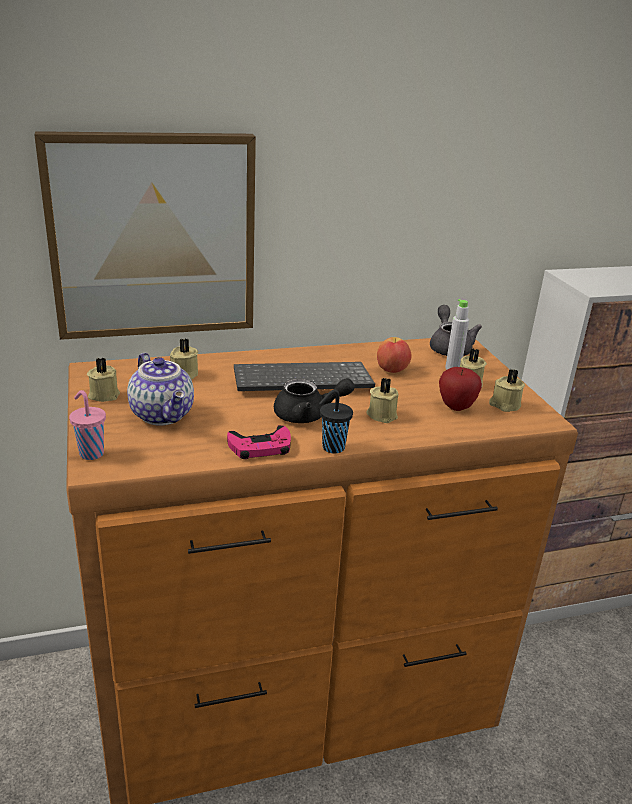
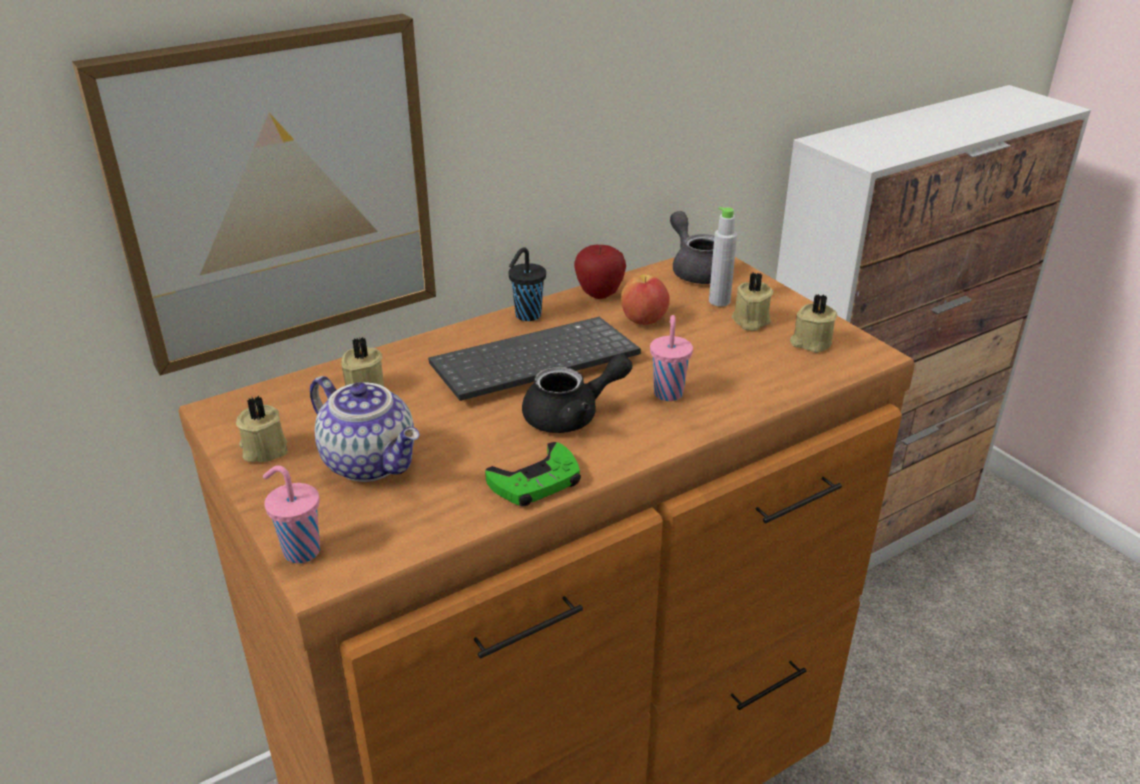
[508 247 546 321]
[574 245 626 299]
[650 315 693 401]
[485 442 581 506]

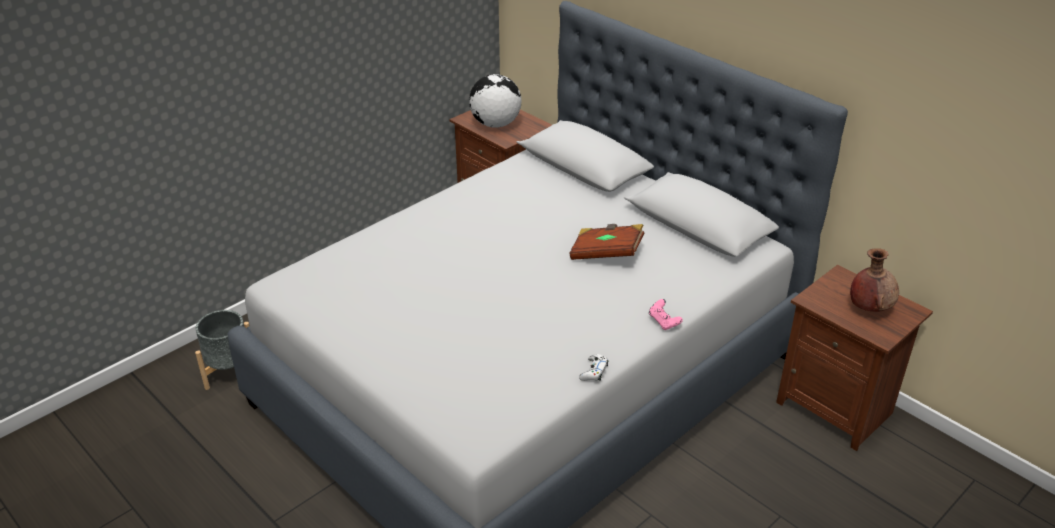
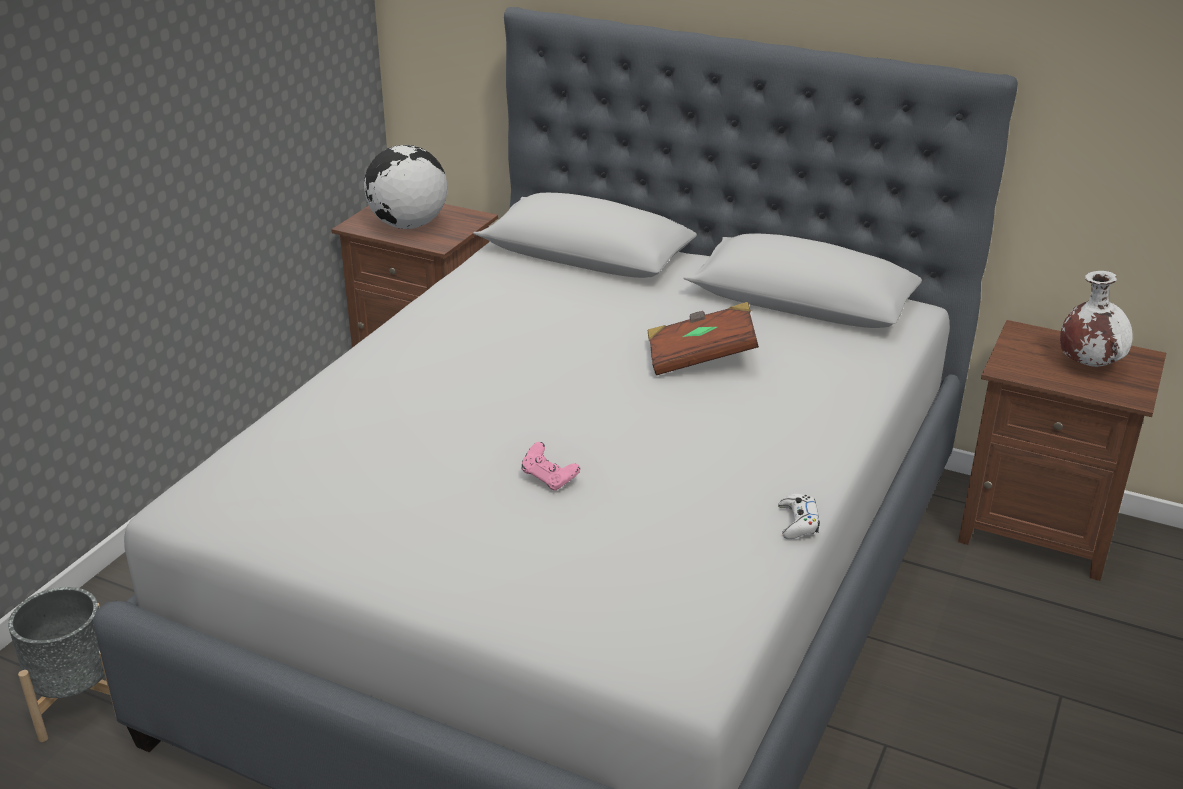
[521 442 580 491]
[1060 271 1133 367]

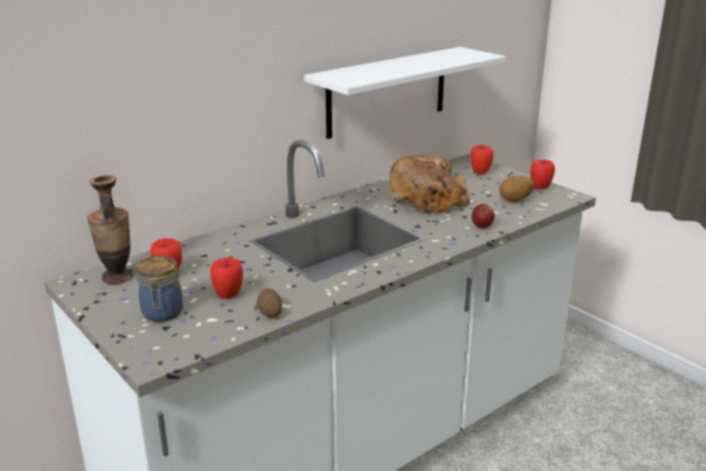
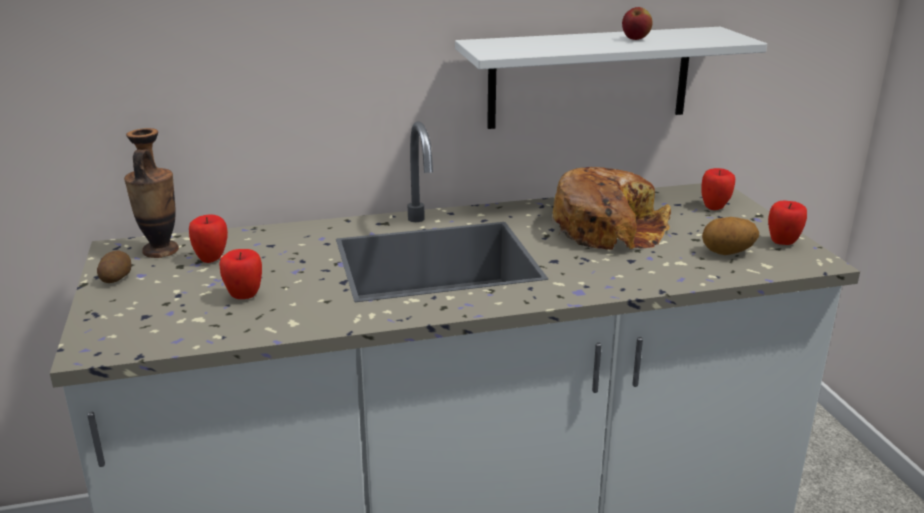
[137 256 183 322] (first image)
[97 251 131 283]
[622 7 653 40]

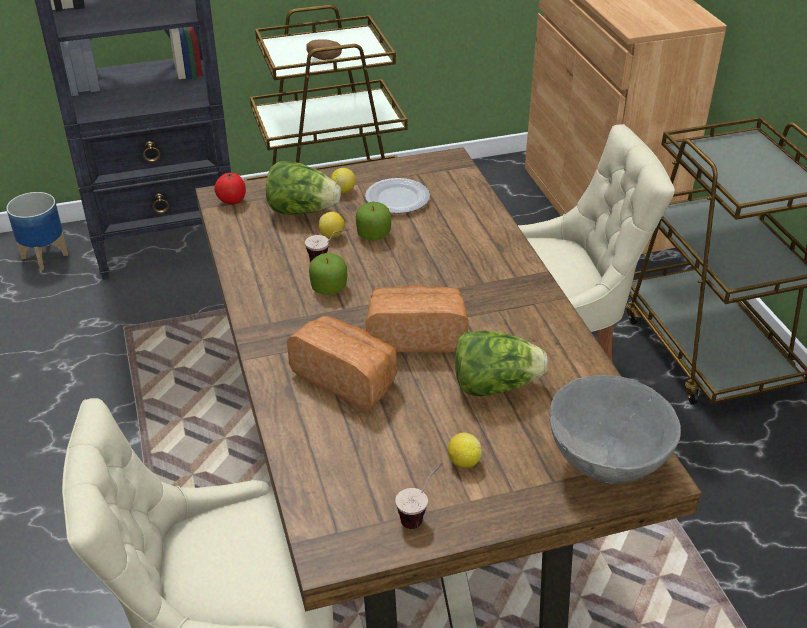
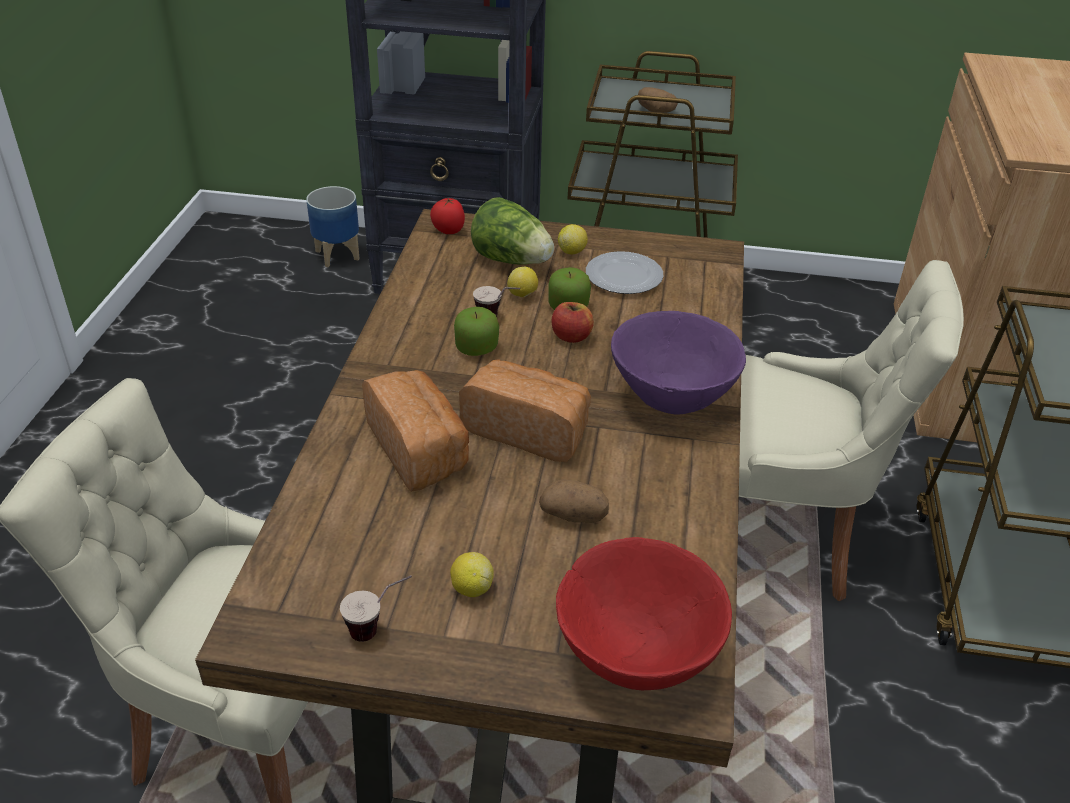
[552 302 594 343]
[611 311 746 414]
[539 479 609 523]
[556 537 732 690]

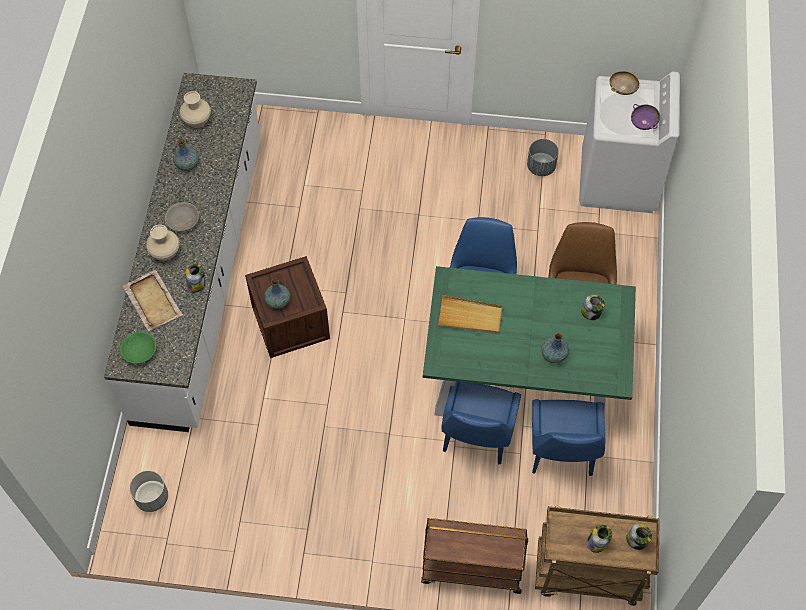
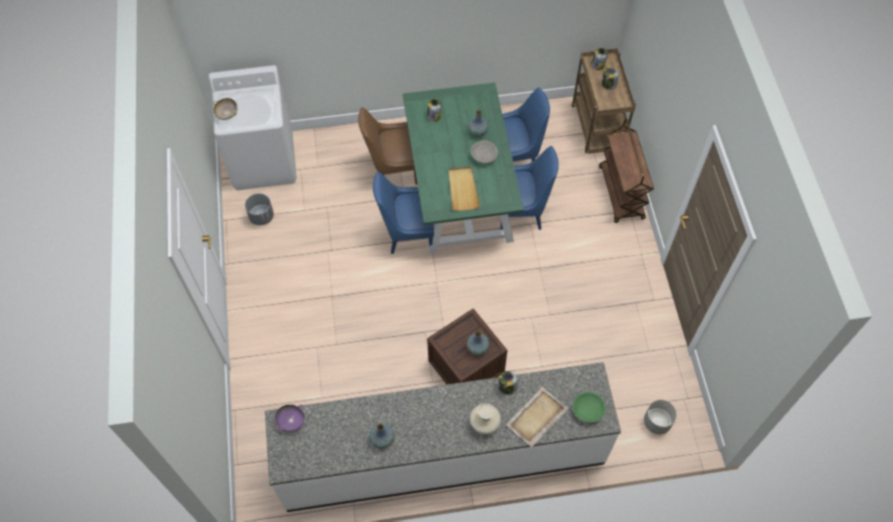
[179 91 211 128] (first image)
[471 140 498 164]
[275 404 305 432]

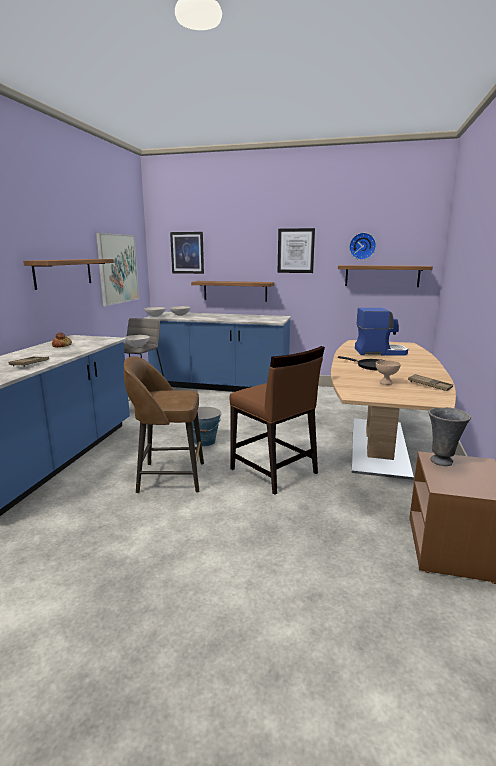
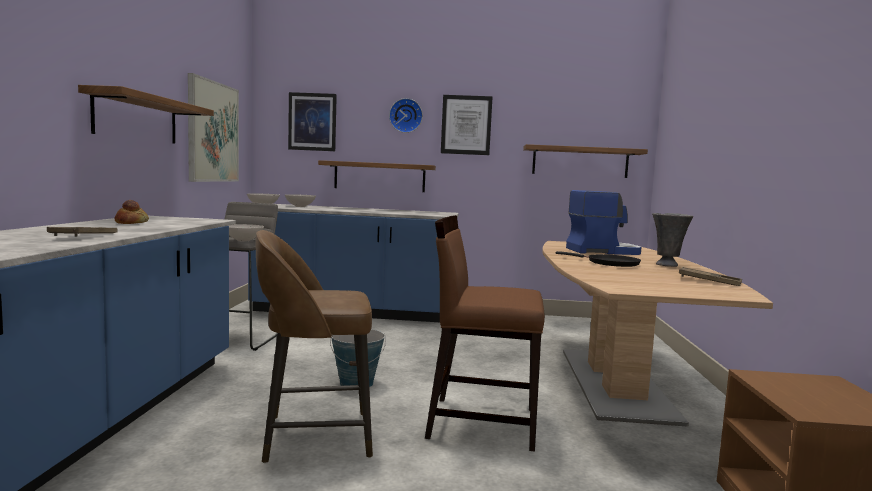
[376 360 401 385] (first image)
[389 98 423 133]
[652 213 693 267]
[425 215 545 452]

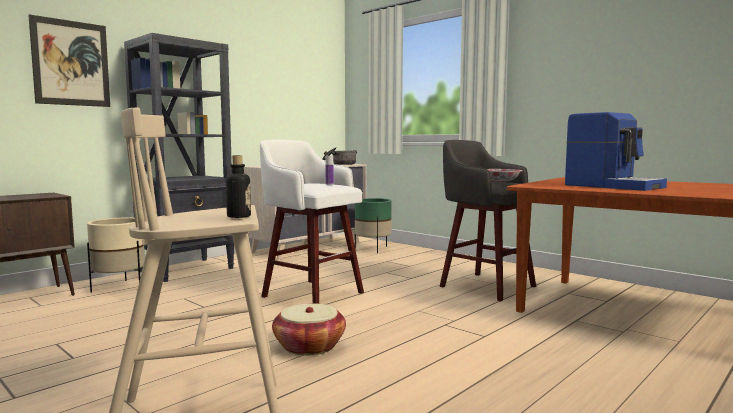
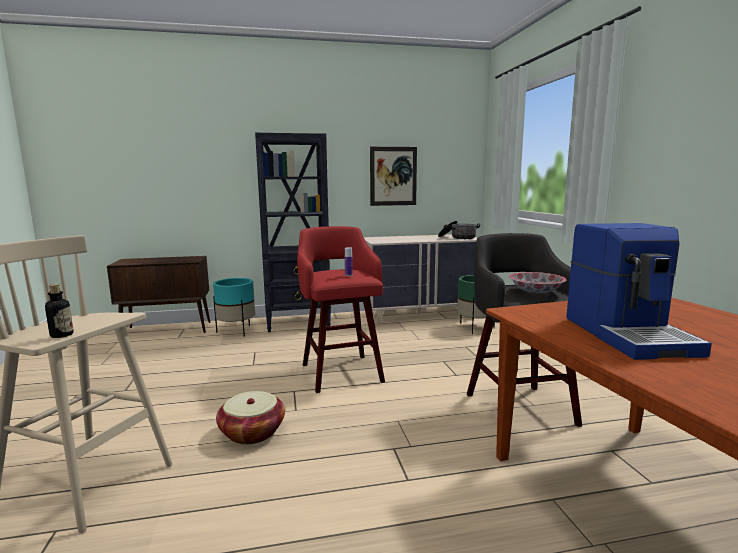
[370 147 417 206]
[213 278 255 337]
[297 226 385 393]

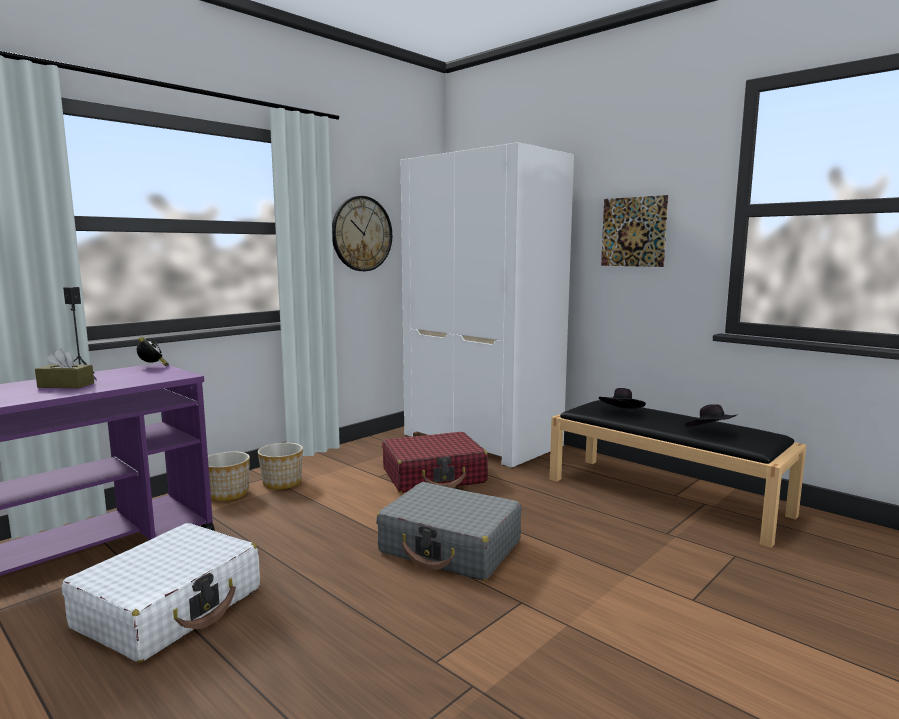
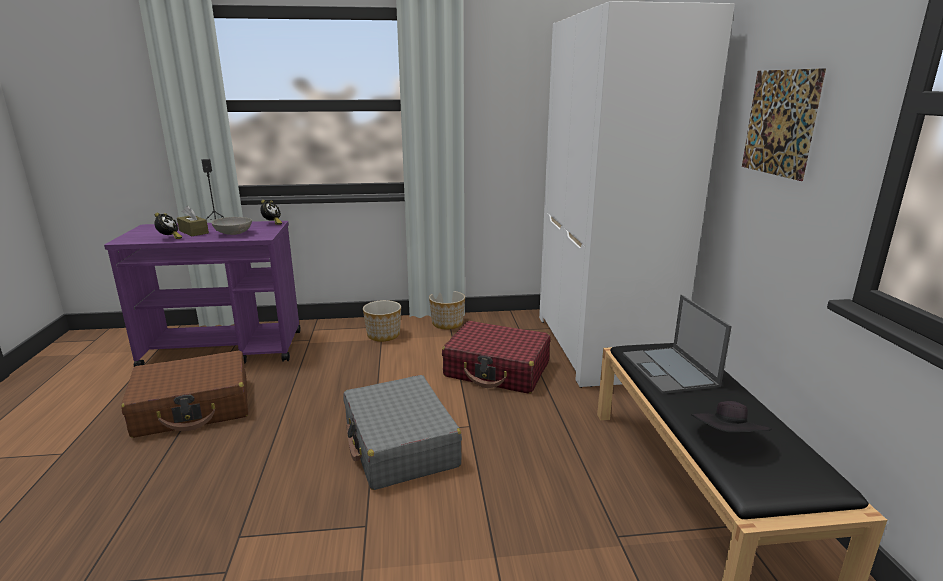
[332 196 392 271] (first image)
[154 213 182 239]
[211 217 252 235]
[429 291 465 330]
[623 295 732 394]
[121 351 248 438]

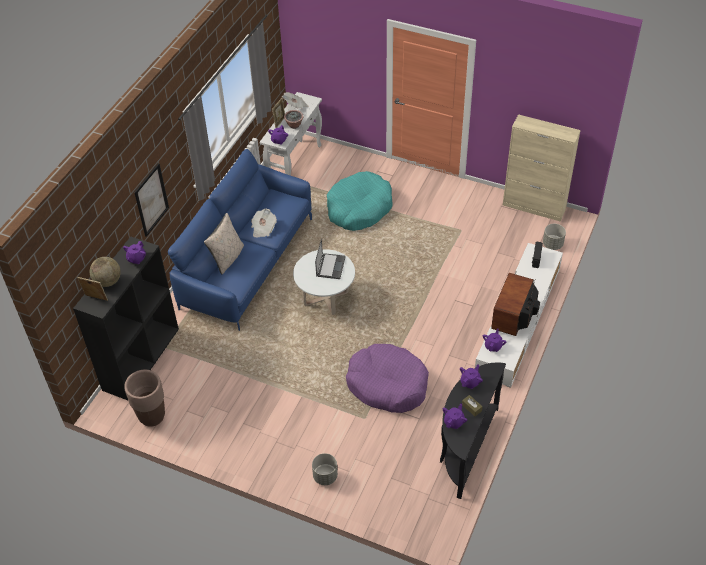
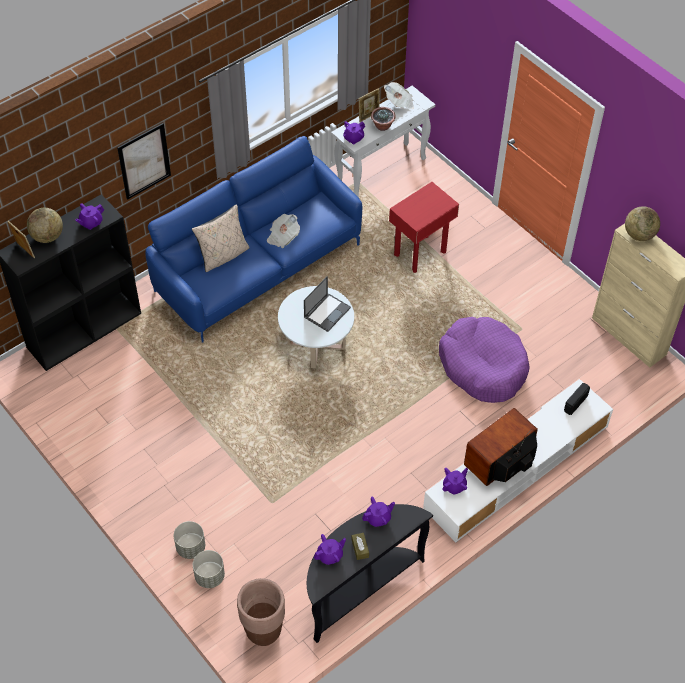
[625 206 660 241]
[237 578 285 646]
[439 317 530 403]
[193 550 225 588]
[389 182 459 273]

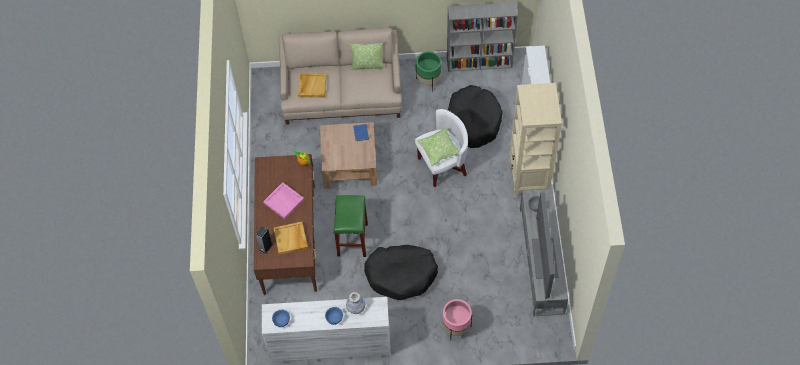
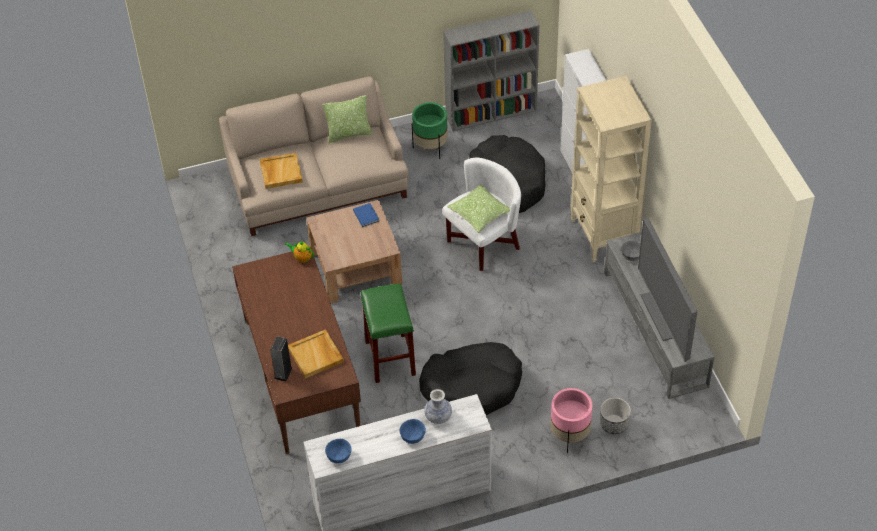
[263 182 304 219] (first image)
[600 397 631 434]

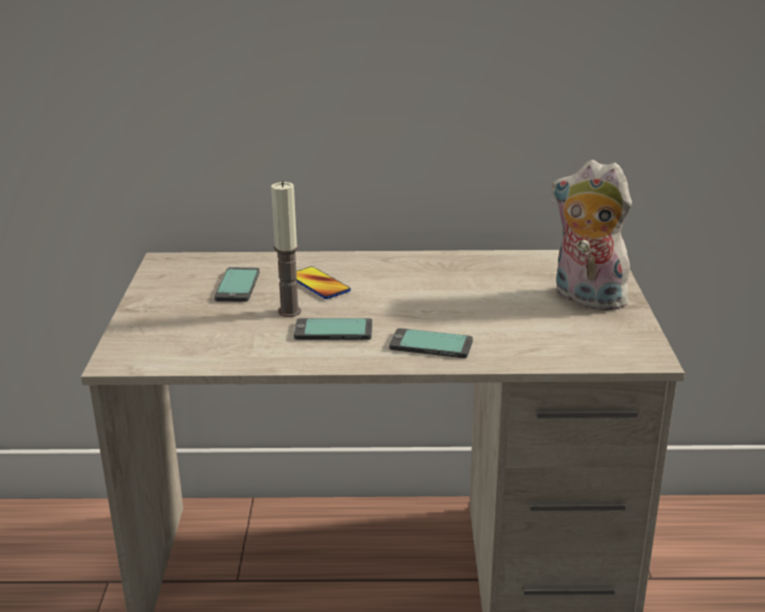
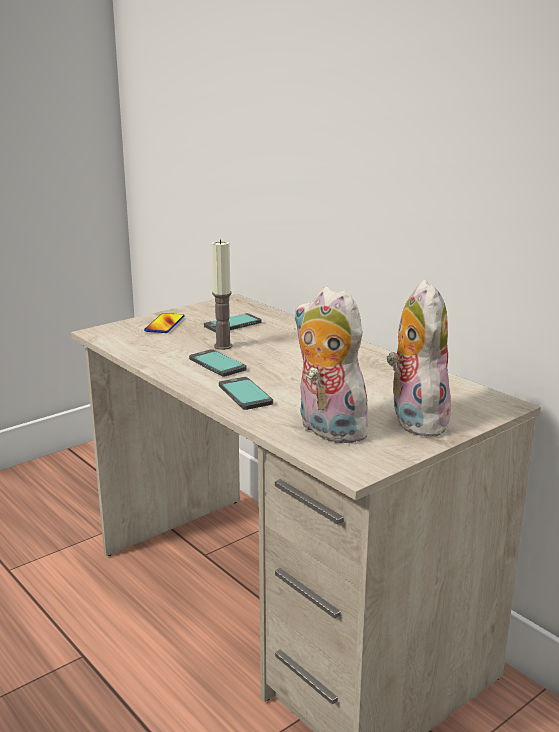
[294 287 371 444]
[144 313 185 333]

